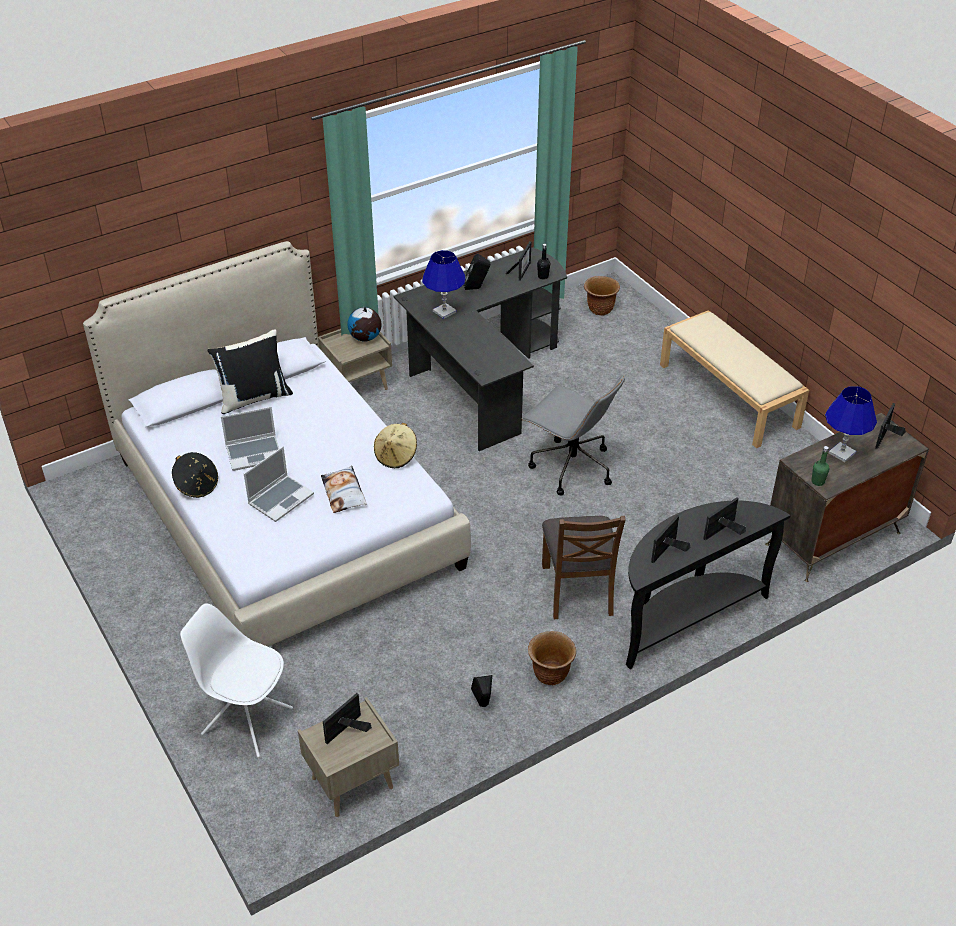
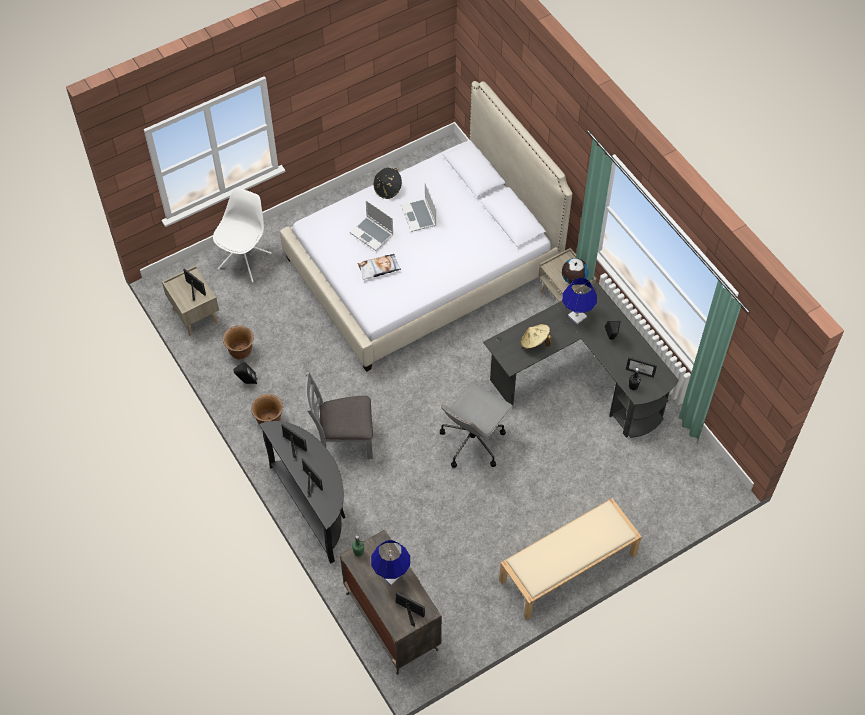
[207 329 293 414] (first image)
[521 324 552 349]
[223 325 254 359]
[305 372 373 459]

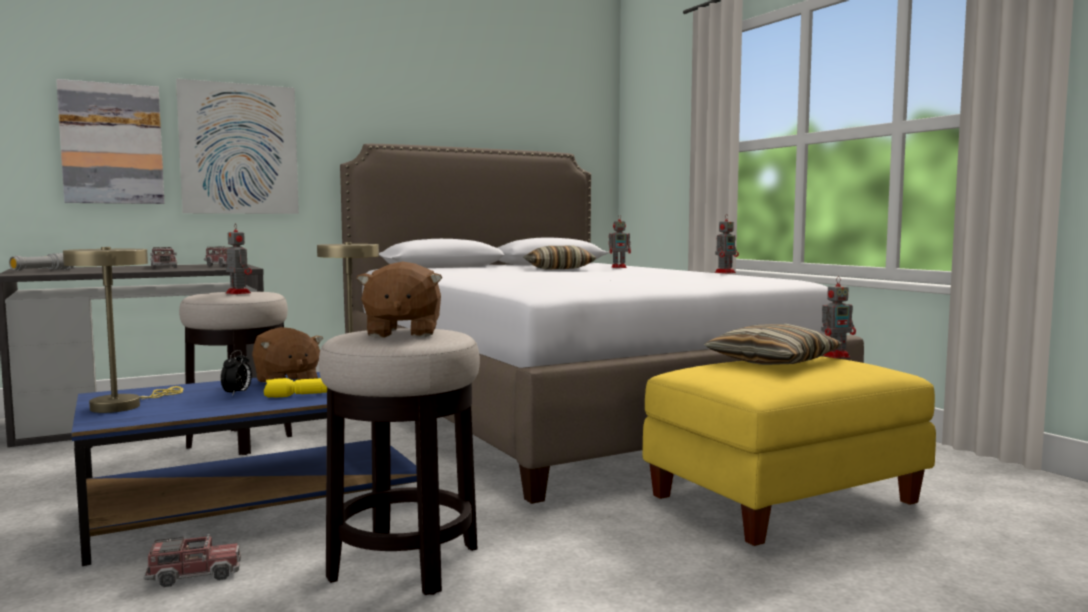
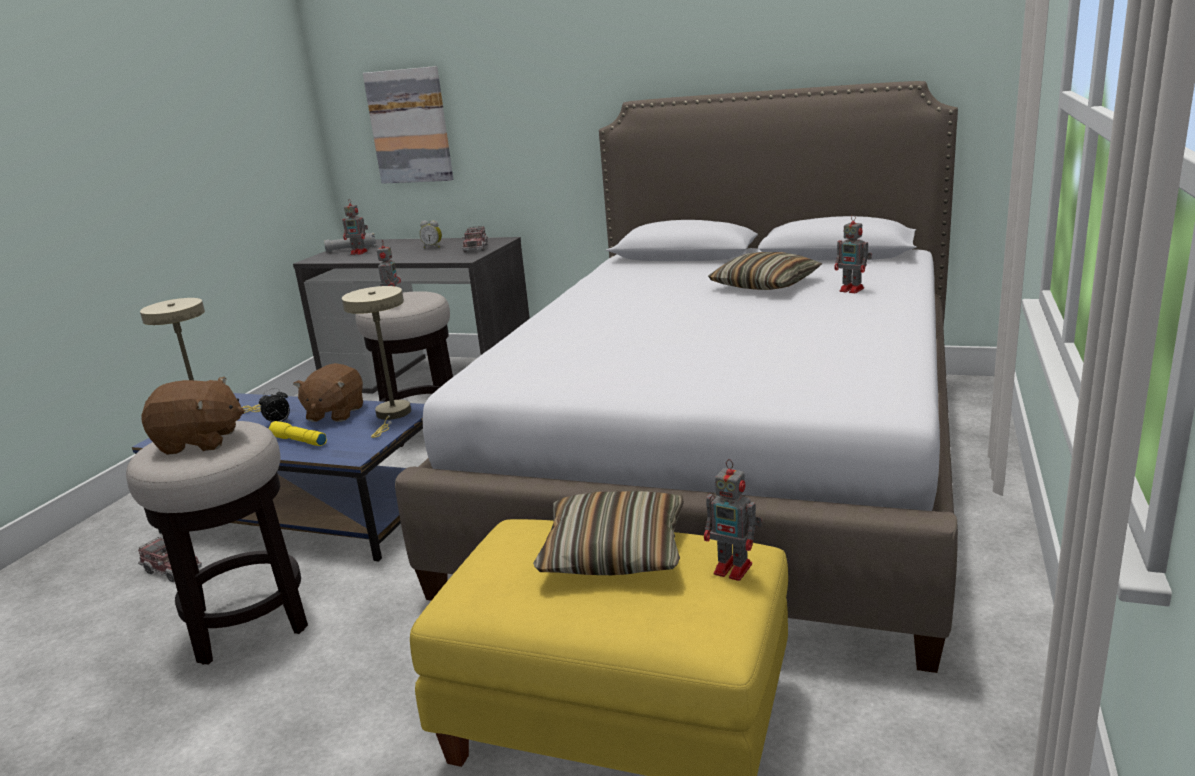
[176 78 299 214] (first image)
[342 199 368 255]
[420 220 442 248]
[141 377 245 455]

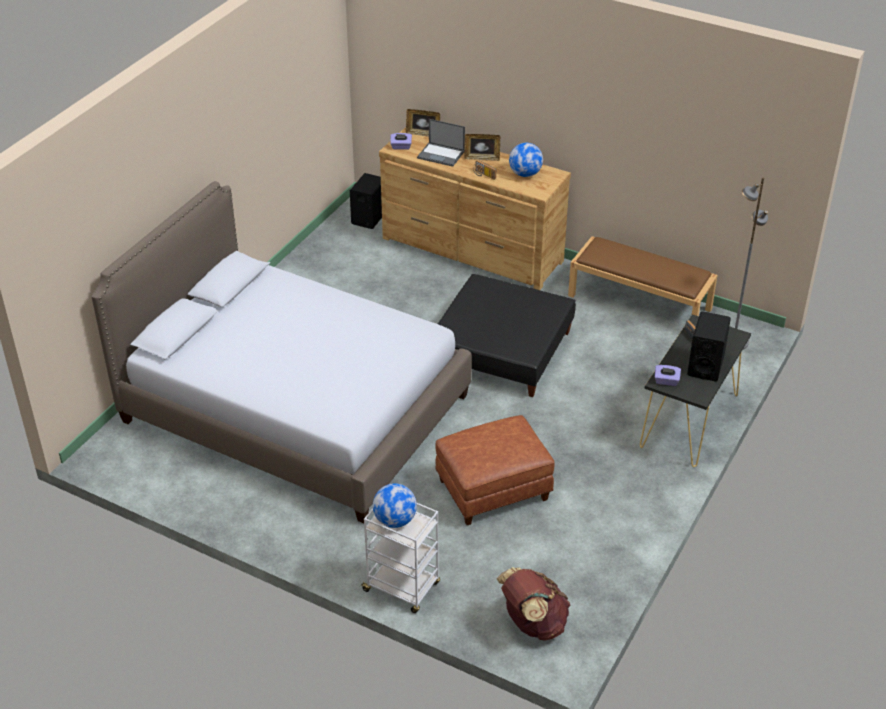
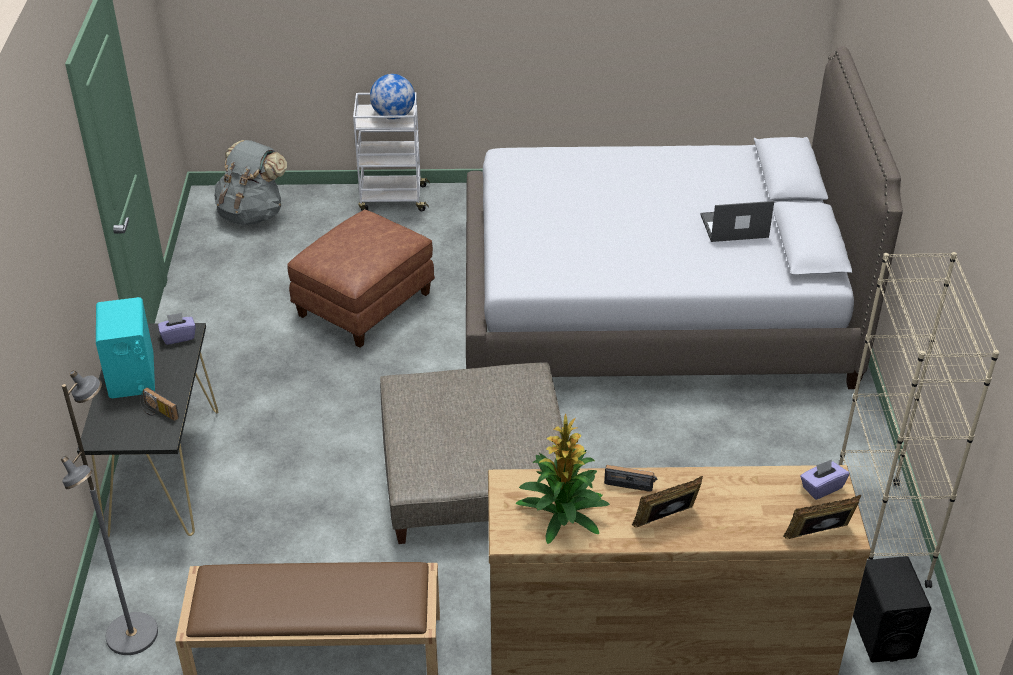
[839 252 999 588]
[701 201 774 242]
[516 413 610 544]
[380 362 563 544]
[214 140 287 225]
[96 297 155 398]

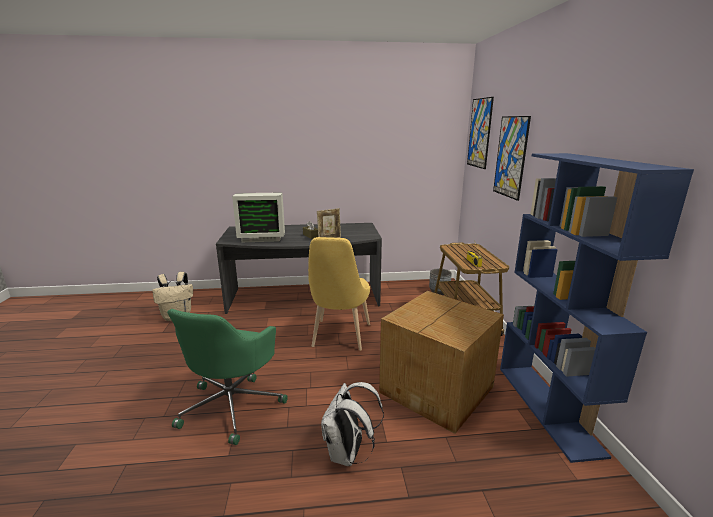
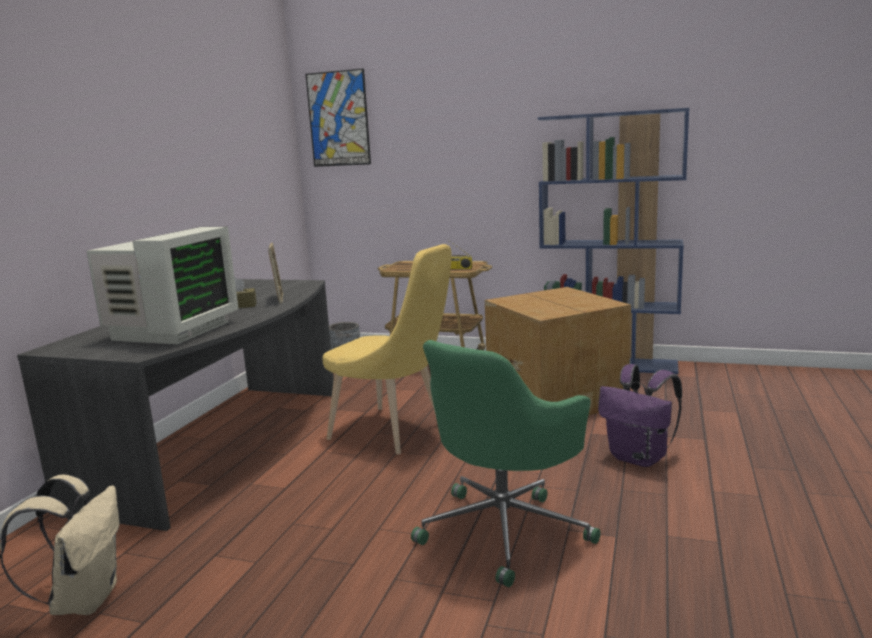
[493 116 531 201] (first image)
[598 364 682 467]
[411 340 601 587]

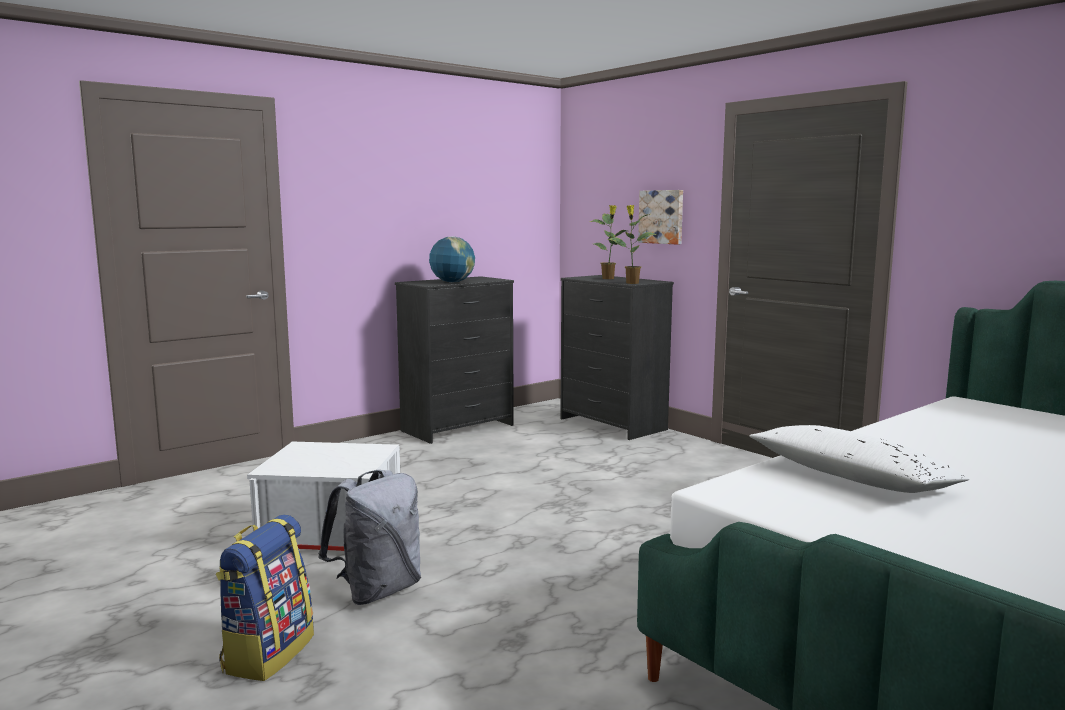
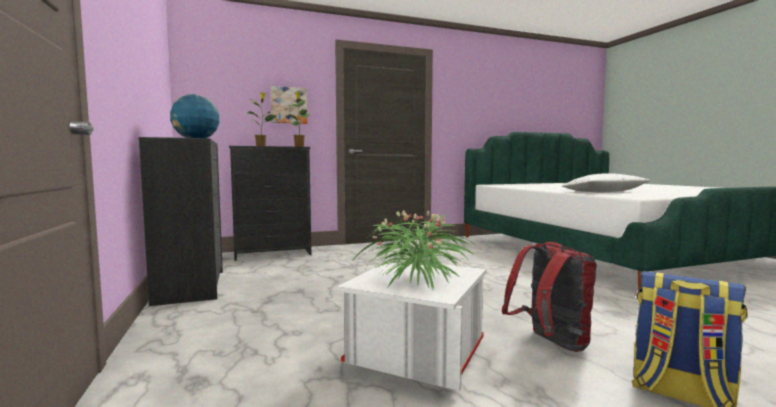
[354 210 474 291]
[502 242 597 352]

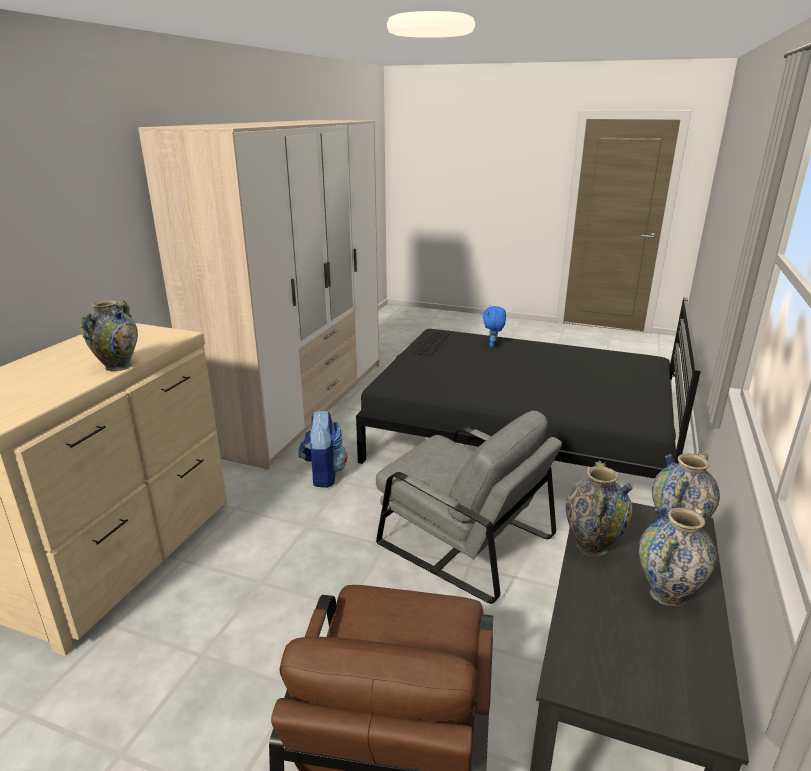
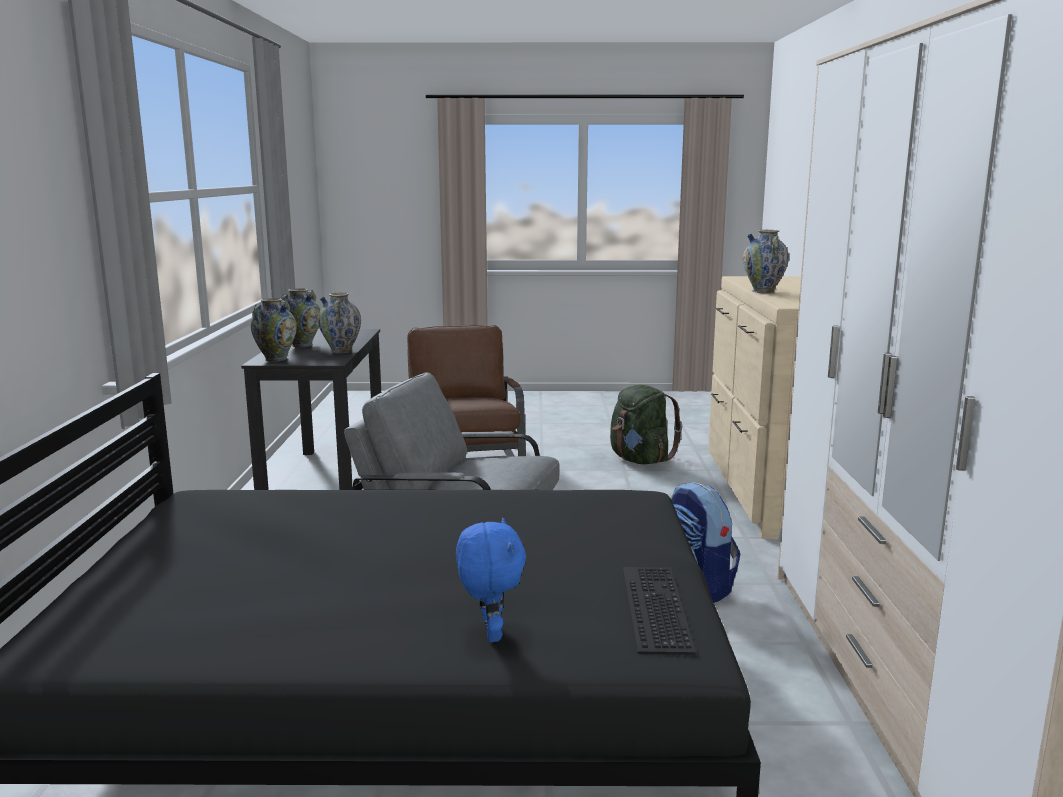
[610 385 682 465]

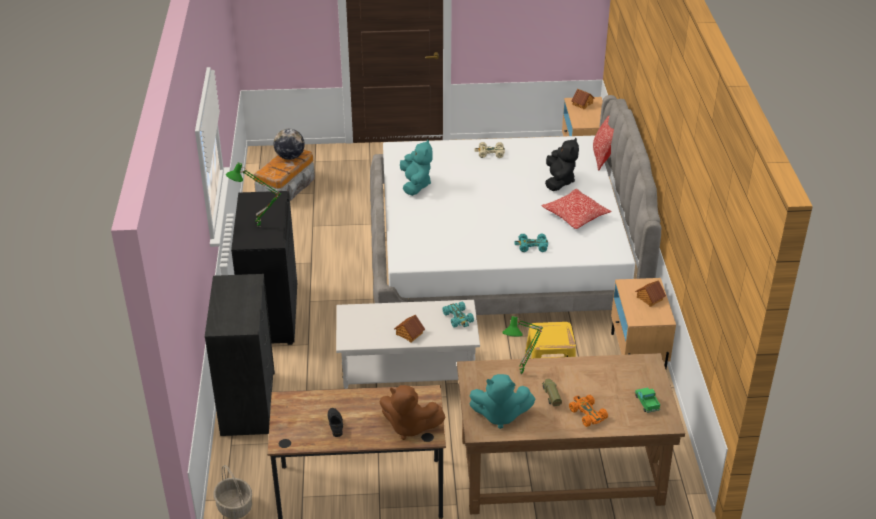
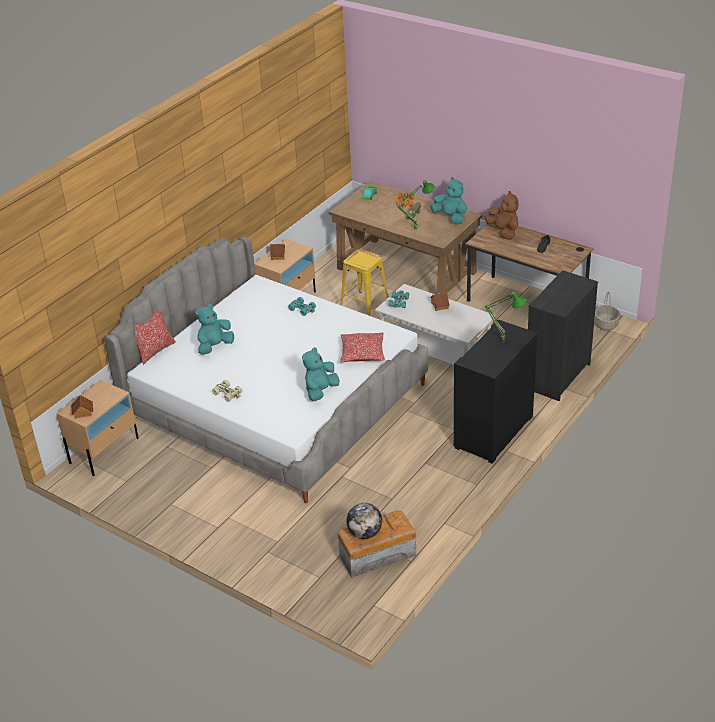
[340 332 385 362]
[195 304 234 355]

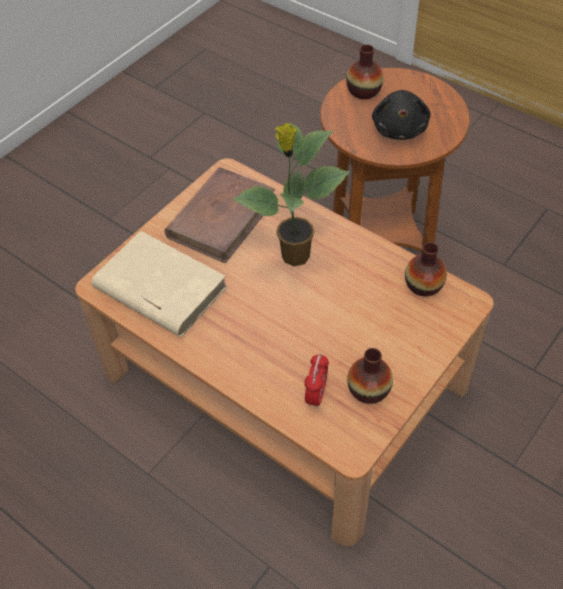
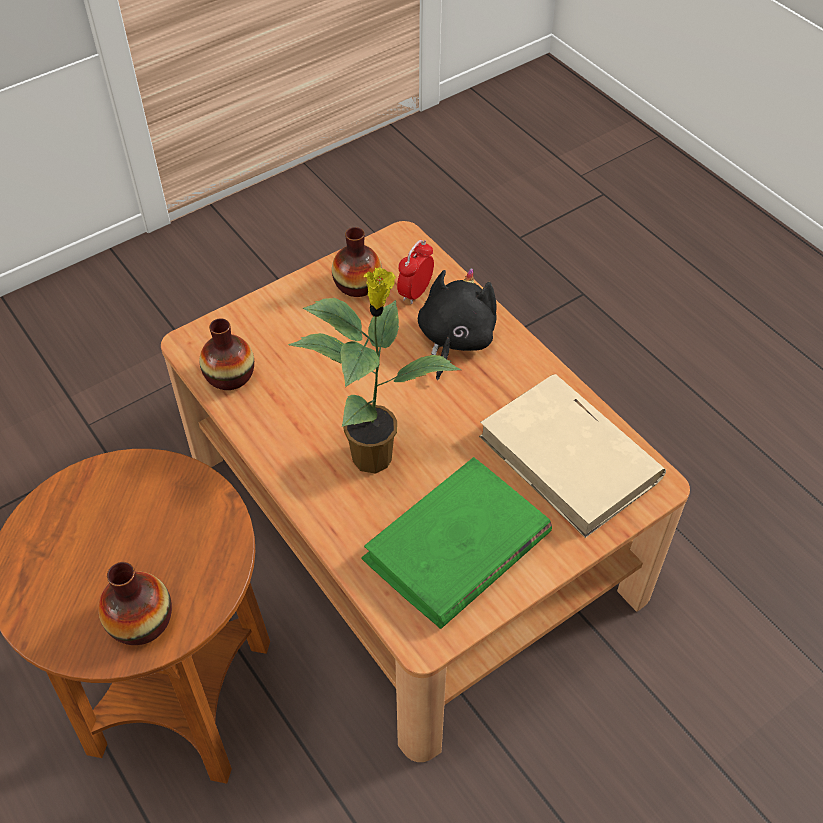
[418 268 497 380]
[361 457 552 629]

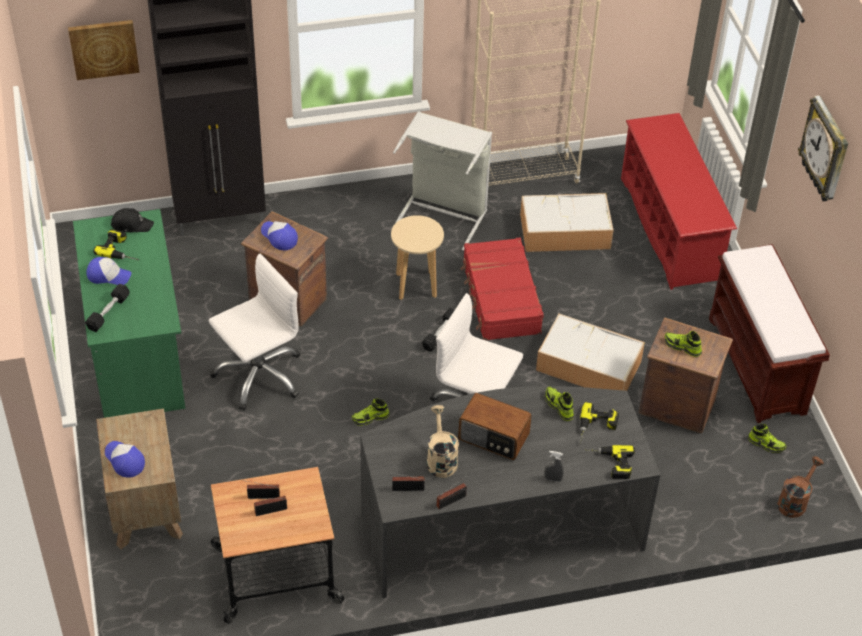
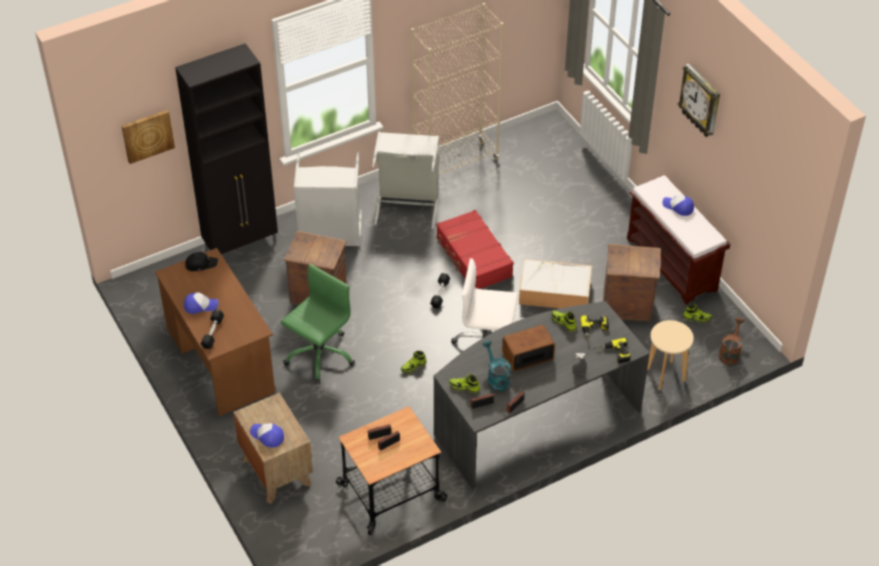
[93 229 139 260] (first image)
[520 193 614 252] (first image)
[621 113 737 290] (first image)
[294 152 362 247]
[662 195 694 216]
[647 320 694 390]
[449 374 480 393]
[155 248 275 416]
[281 264 355 384]
[482 341 511 392]
[502 325 555 371]

